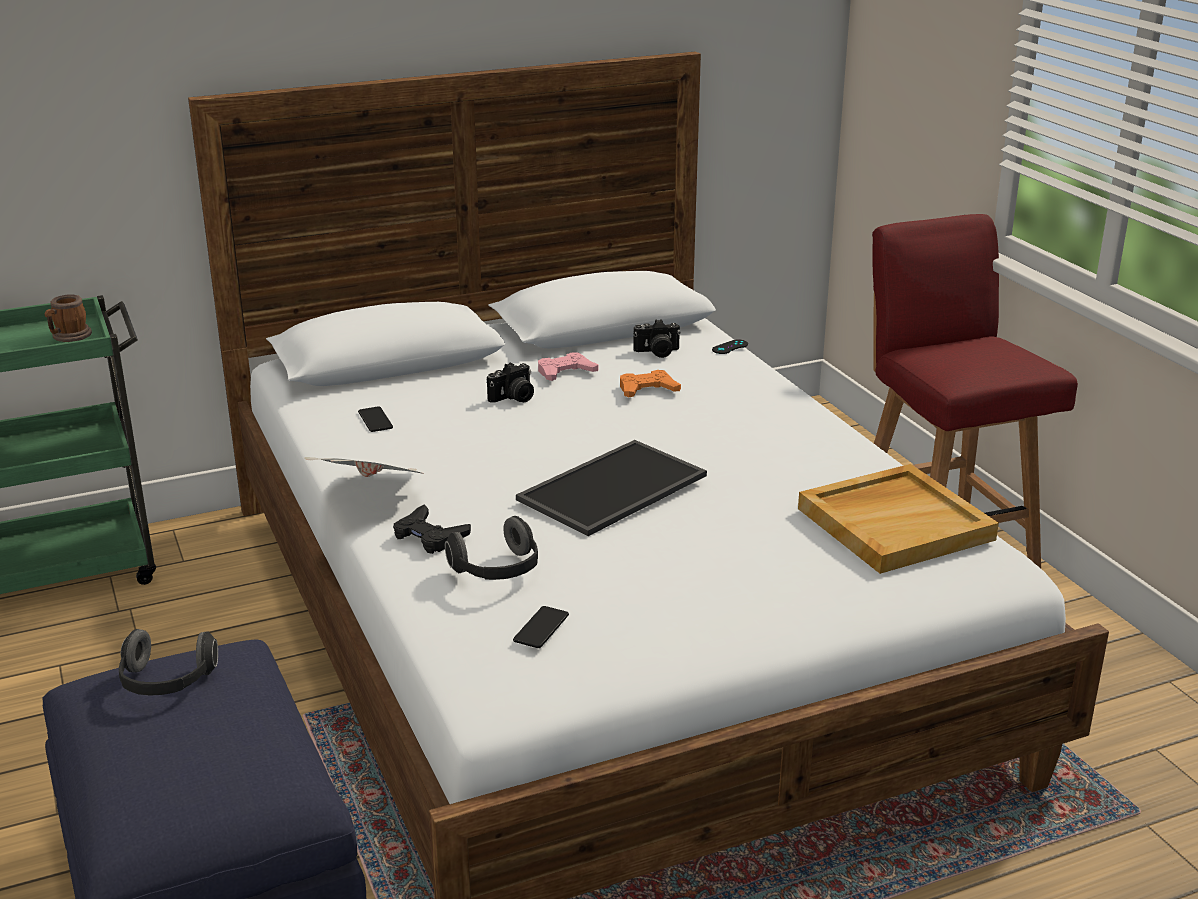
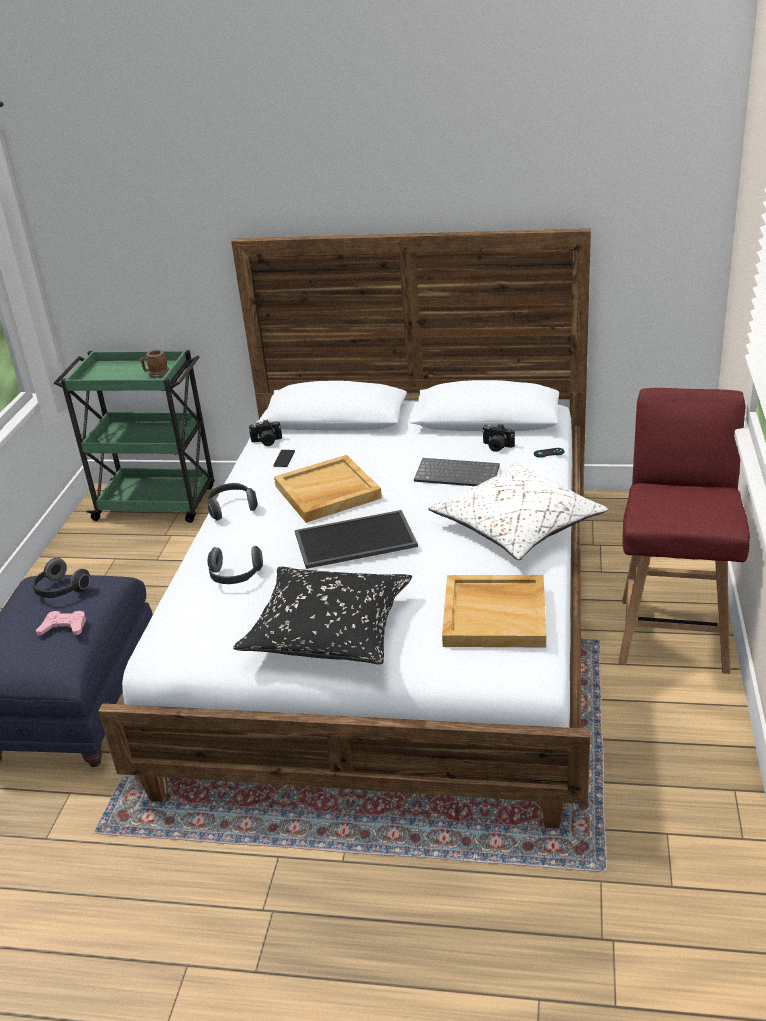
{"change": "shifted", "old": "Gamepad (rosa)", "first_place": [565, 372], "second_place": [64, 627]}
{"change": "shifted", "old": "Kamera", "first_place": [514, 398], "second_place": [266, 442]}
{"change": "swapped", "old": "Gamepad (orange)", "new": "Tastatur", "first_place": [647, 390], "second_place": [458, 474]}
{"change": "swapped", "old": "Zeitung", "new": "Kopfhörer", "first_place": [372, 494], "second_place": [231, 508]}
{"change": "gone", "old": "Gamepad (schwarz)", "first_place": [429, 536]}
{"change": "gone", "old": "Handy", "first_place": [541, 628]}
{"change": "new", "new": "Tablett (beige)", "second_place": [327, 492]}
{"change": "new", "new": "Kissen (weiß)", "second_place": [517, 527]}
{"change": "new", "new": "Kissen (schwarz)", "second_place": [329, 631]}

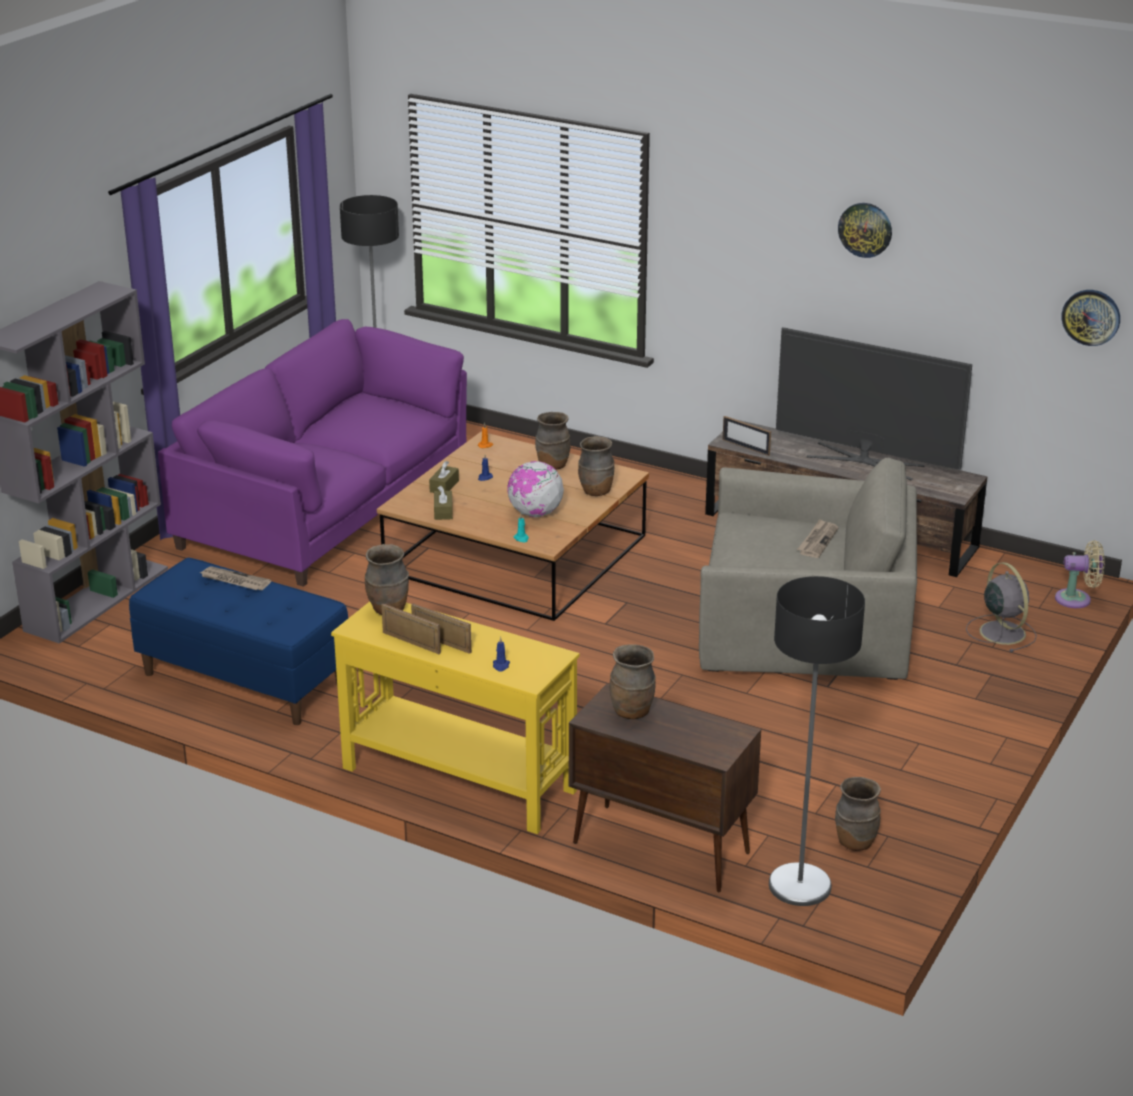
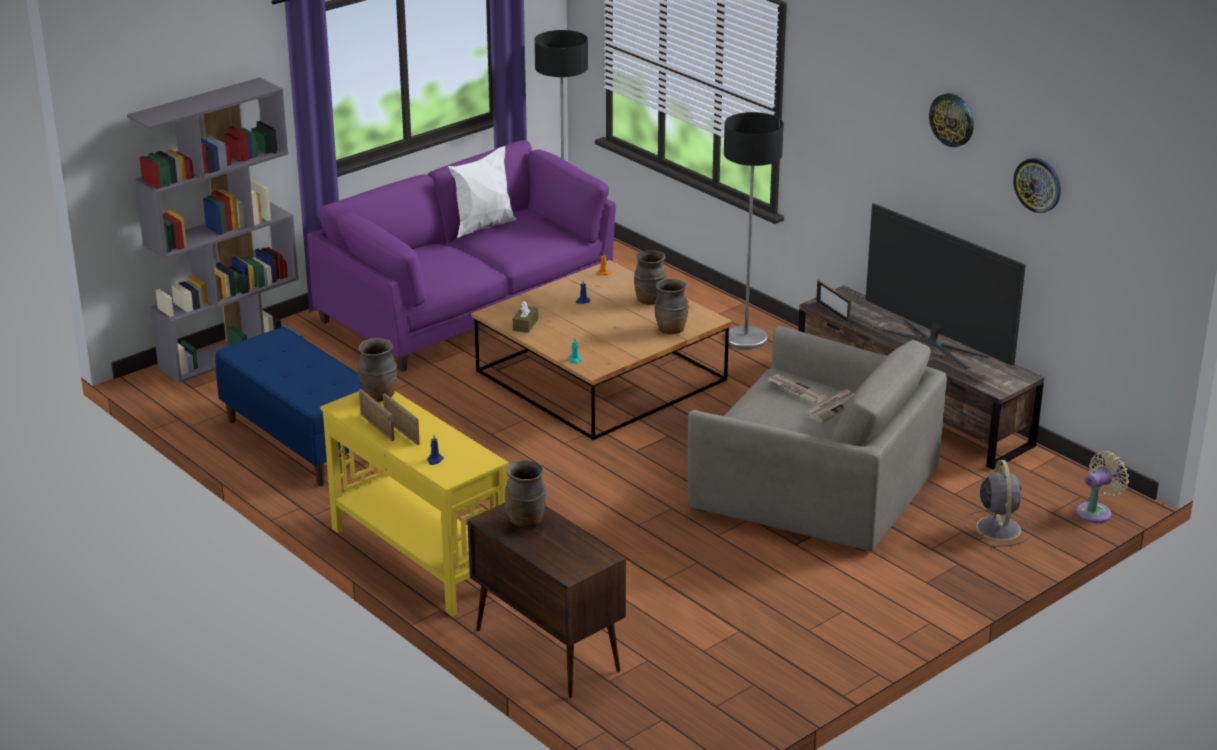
{"change": "shifted", "old": "Wanduhr", "first_place": [1091, 317], "second_place": [1038, 185]}
{"change": "gone", "old": "Taschentuchbox (braun)", "first_place": [444, 486]}
{"change": "gone", "old": "Globus", "first_place": [535, 514]}
{"change": "rotated", "old": "Ventilator (beige)", "first_place": [1077, 599], "second_place": [1096, 512], "degrees": -60}
{"change": "shifted", "old": "Zeitung", "first_place": [234, 581], "second_place": [796, 391]}
{"change": "shifted", "old": "Stehlampe", "first_place": [800, 885], "second_place": [746, 338]}
{"change": "gone", "old": "Vase (braun)", "first_place": [855, 842]}
{"change": "new", "new": "Kissen (weiß)", "second_place": [483, 227]}

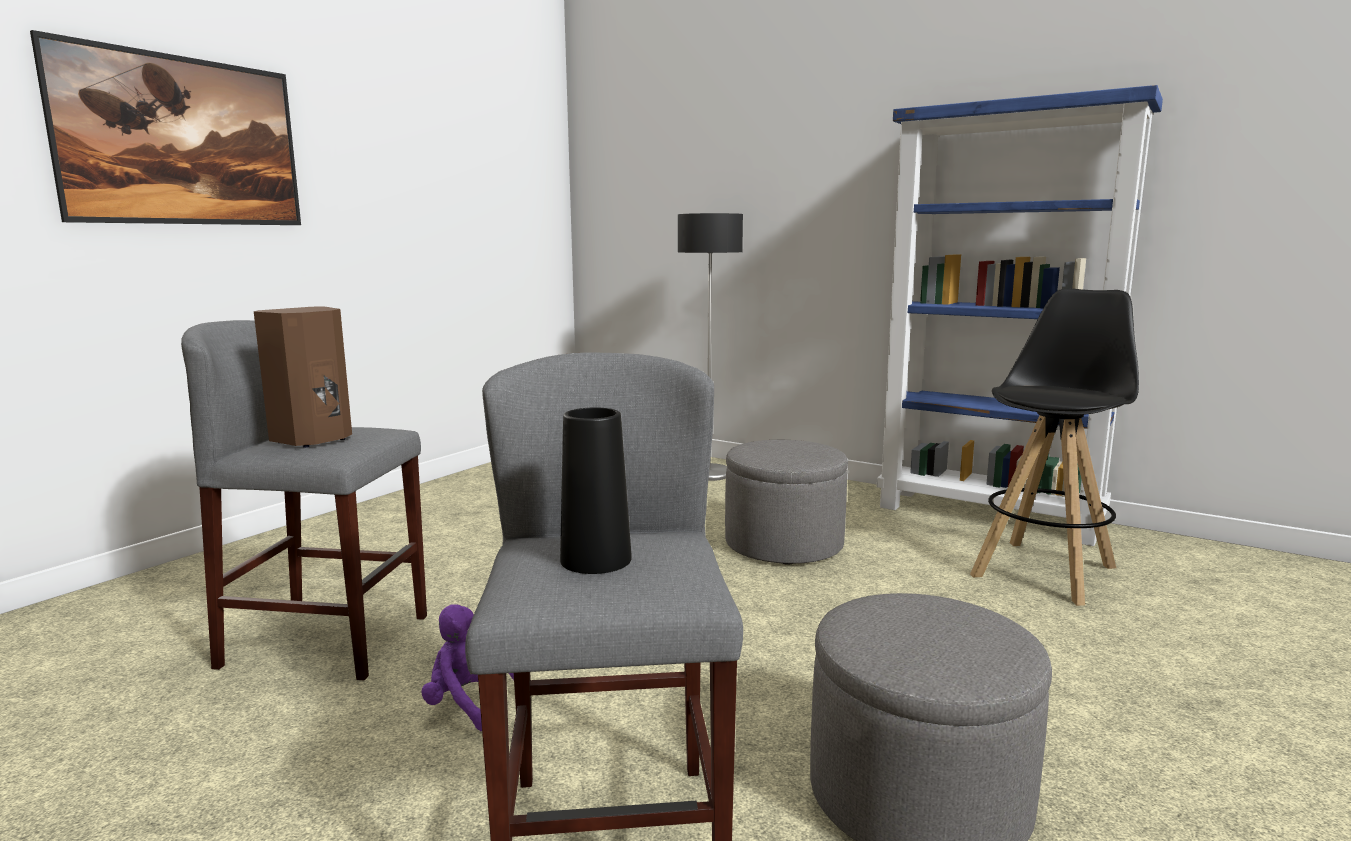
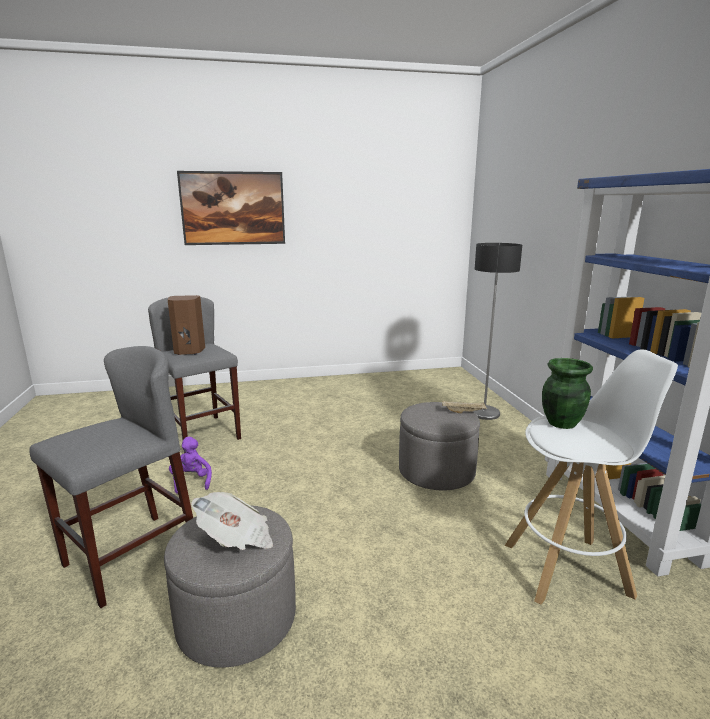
{"change": "repainted", "old": "Hocker (schwarz)", "new": "Hocker (weiß)", "first_place": [1045, 570], "second_place": [568, 569]}
{"change": "gone", "old": "Vase (schwarz)", "first_place": [596, 559]}
{"change": "new", "new": "Vase (grün)", "second_place": [561, 423]}
{"change": "new", "new": "Tablett (beige)", "second_place": [464, 412]}
{"change": "new", "new": "Zeitung", "second_place": [236, 539]}

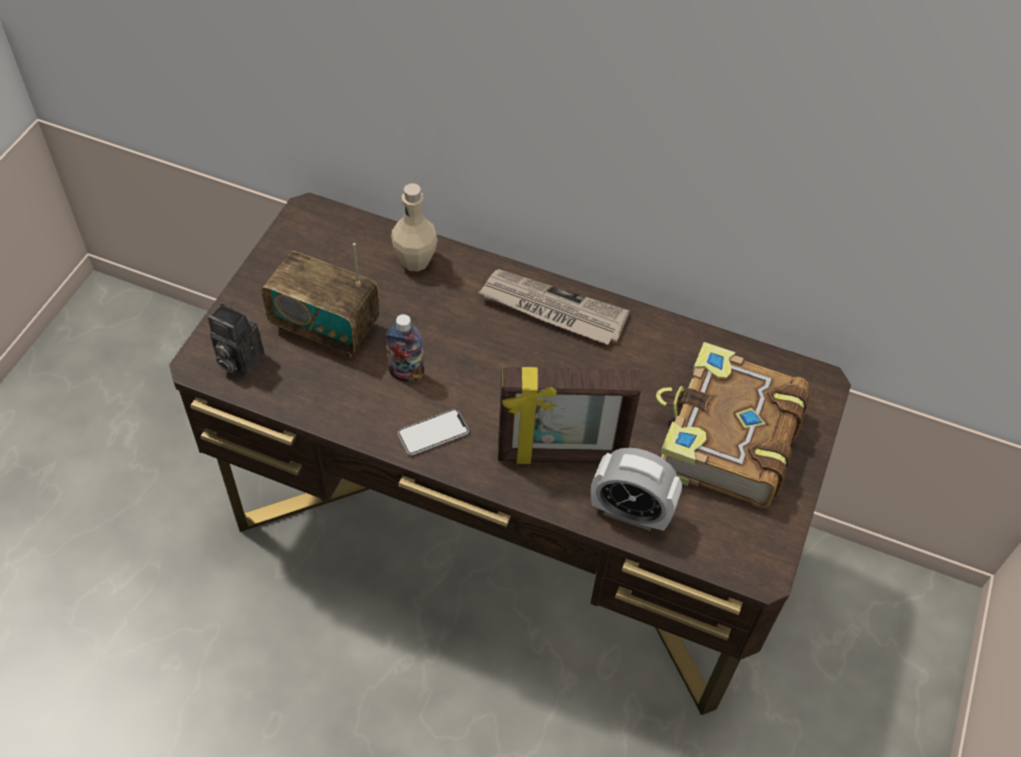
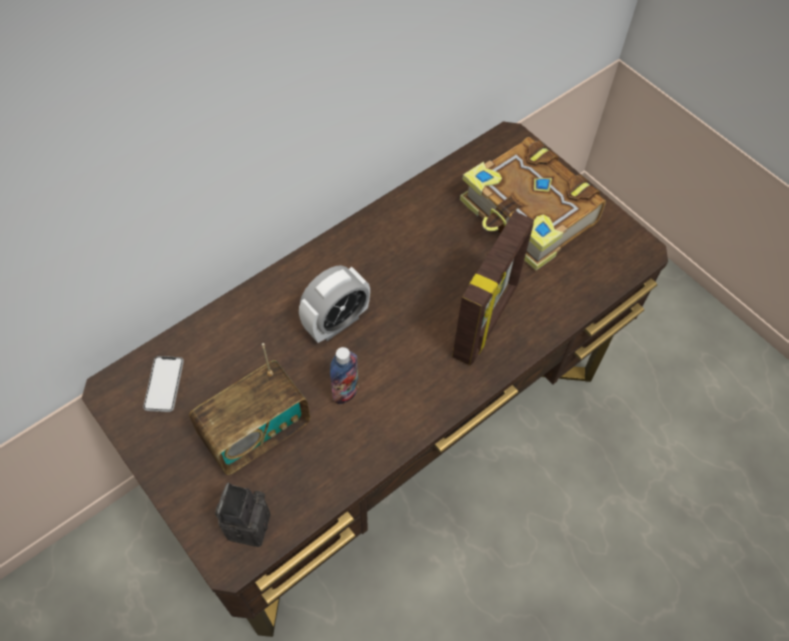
{"change": "gone", "old": "Flasche (beige)", "first_place": [415, 261]}
{"change": "gone", "old": "Zeitung", "first_place": [552, 310]}
{"change": "rotated", "old": "Kamera", "first_place": [237, 360], "second_place": [246, 523], "degrees": 135}
{"change": "shifted", "old": "Handy", "first_place": [433, 433], "second_place": [164, 384]}
{"change": "shifted", "old": "Wecker", "first_place": [630, 512], "second_place": [336, 323]}

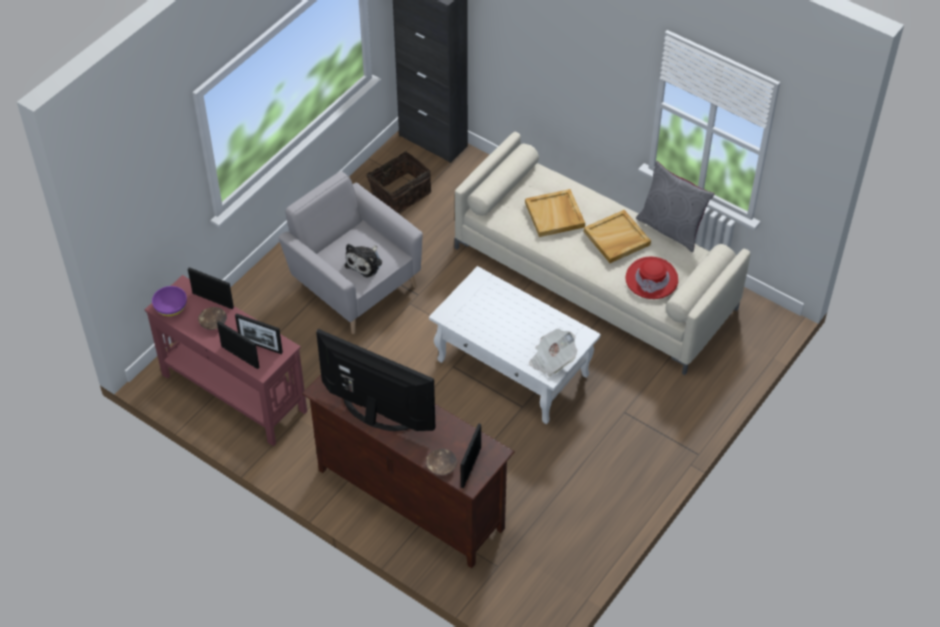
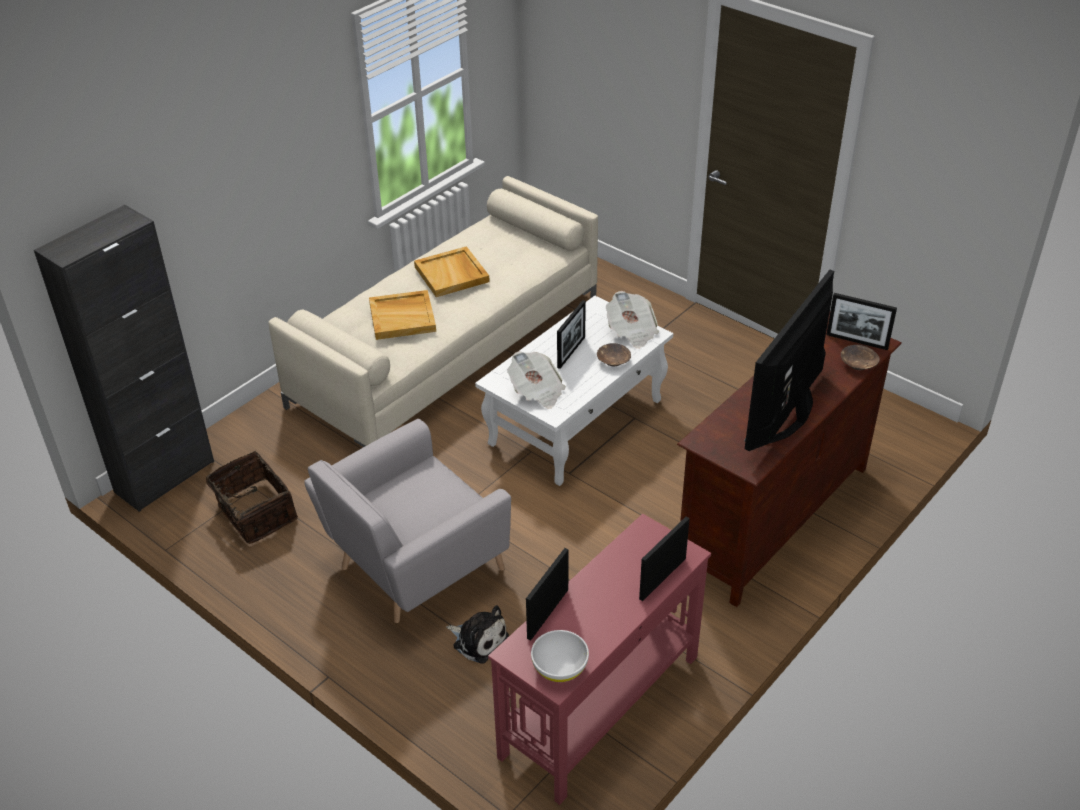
{"change": "gone", "old": "Kissen (grau)", "first_place": [671, 228]}
{"change": "shifted", "old": "Plüschtier", "first_place": [365, 263], "second_place": [478, 639]}
{"change": "gone", "old": "Hut (rot)", "first_place": [651, 279]}
{"change": "repainted", "old": "Schüssel (lila)", "new": "Schüssel (weiß)", "first_place": [171, 308], "second_place": [560, 668]}
{"change": "shifted", "old": "Schüssel (braun)", "first_place": [213, 322], "second_place": [613, 360]}
{"change": "shifted", "old": "Bilderrahmen", "first_place": [260, 345], "second_place": [571, 352]}
{"change": "new", "new": "Zeitung", "second_place": [537, 391]}

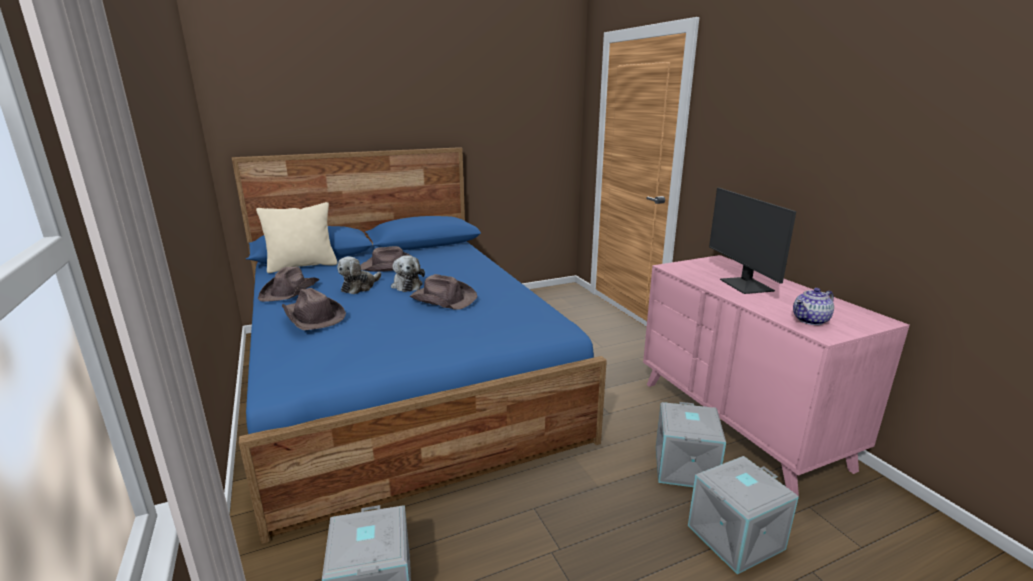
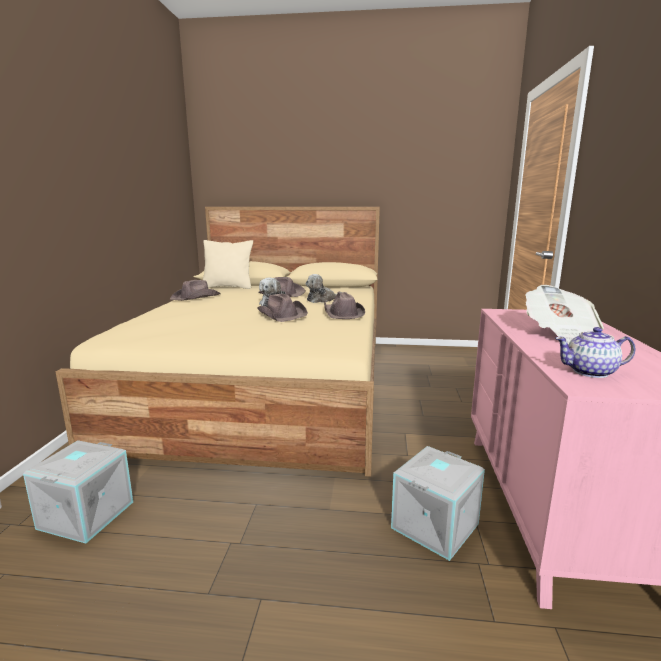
{"change": "repainted", "old": "Bett (blau)", "new": "Bett (beige)", "first_place": [402, 376], "second_place": [268, 384]}
{"change": "swapped", "old": "Monitor", "new": "Zeitung", "first_place": [745, 285], "second_place": [561, 334]}
{"change": "shifted", "old": "Plüschtier", "first_place": [359, 287], "second_place": [322, 300]}
{"change": "shifted", "old": "Hut (braun)", "first_place": [313, 317], "second_place": [342, 313]}
{"change": "gone", "old": "Aufbewahrungsbox (grau)", "first_place": [736, 538]}

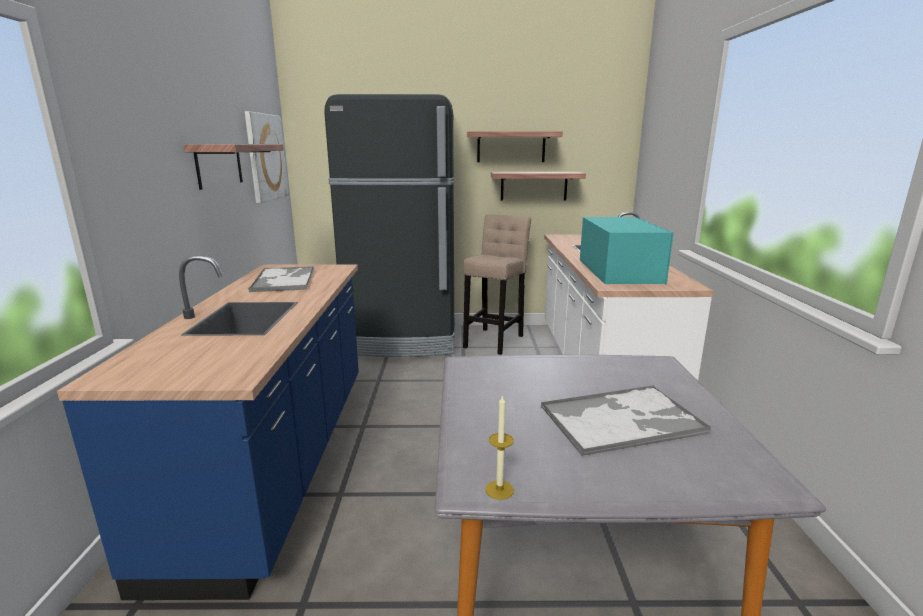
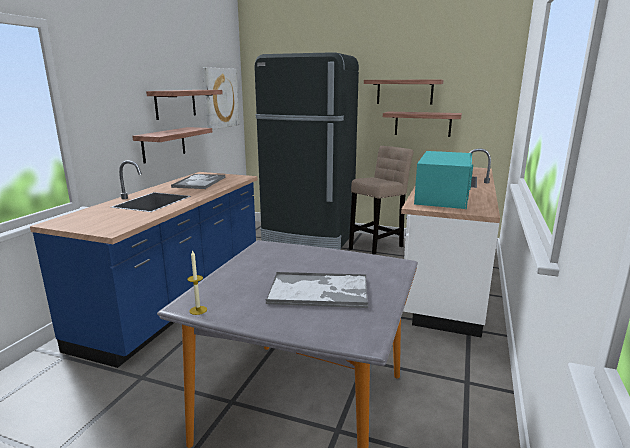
{"change": "new", "new": "Wandregal", "second_place": [163, 144]}

